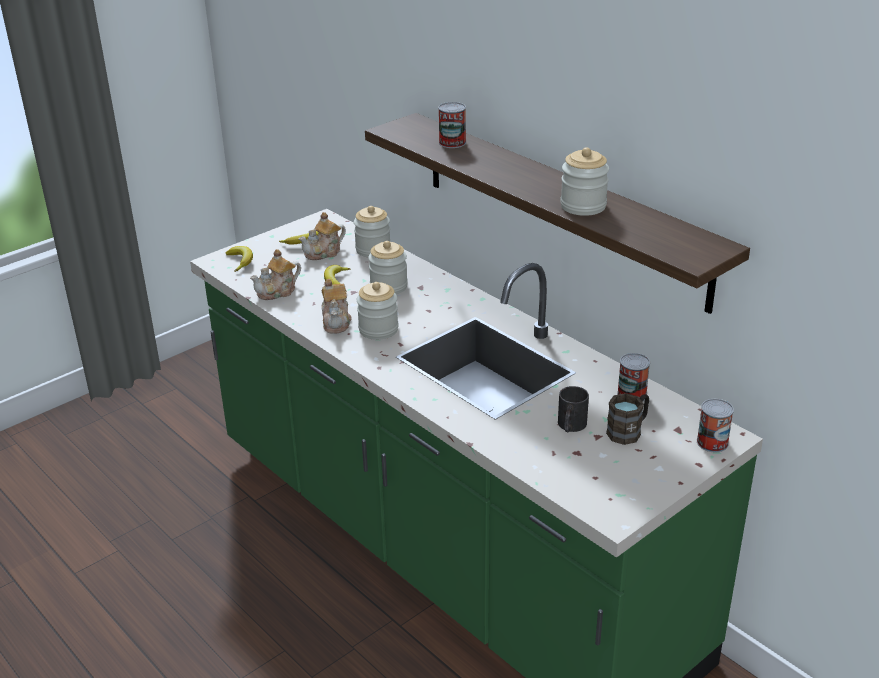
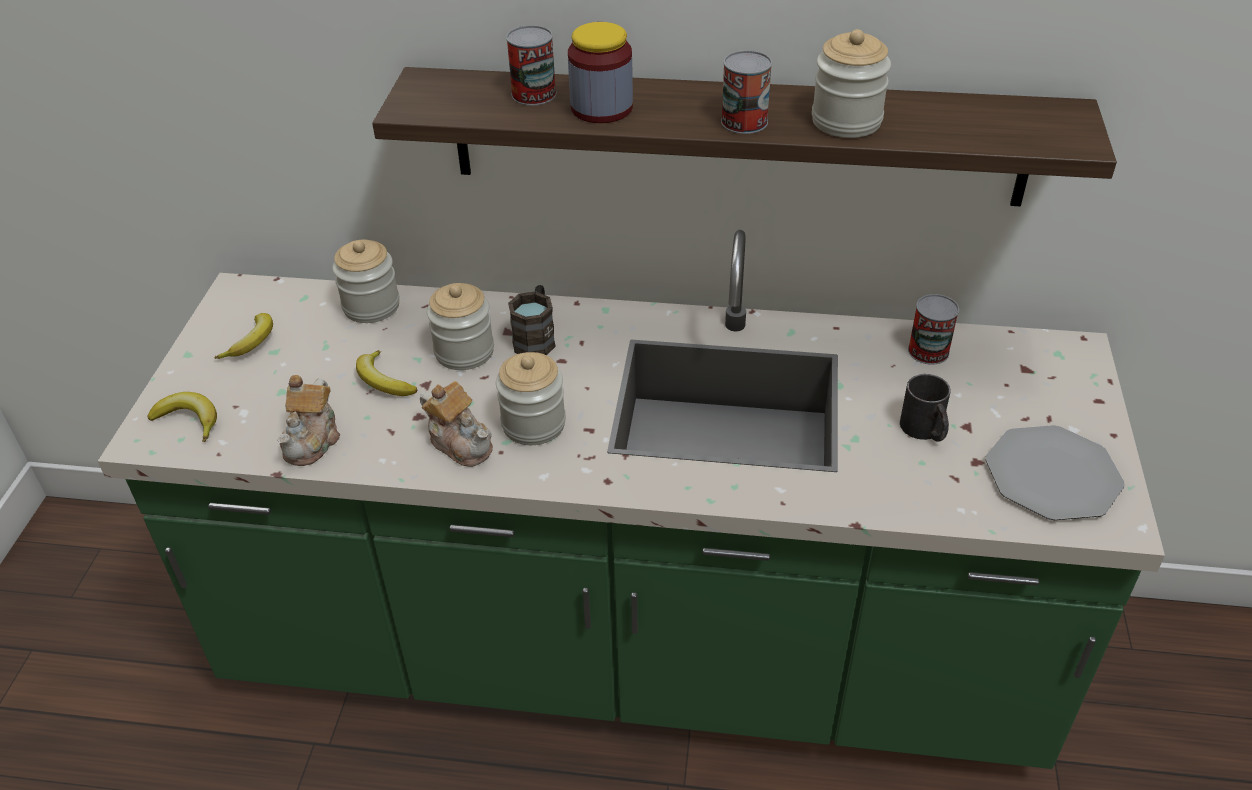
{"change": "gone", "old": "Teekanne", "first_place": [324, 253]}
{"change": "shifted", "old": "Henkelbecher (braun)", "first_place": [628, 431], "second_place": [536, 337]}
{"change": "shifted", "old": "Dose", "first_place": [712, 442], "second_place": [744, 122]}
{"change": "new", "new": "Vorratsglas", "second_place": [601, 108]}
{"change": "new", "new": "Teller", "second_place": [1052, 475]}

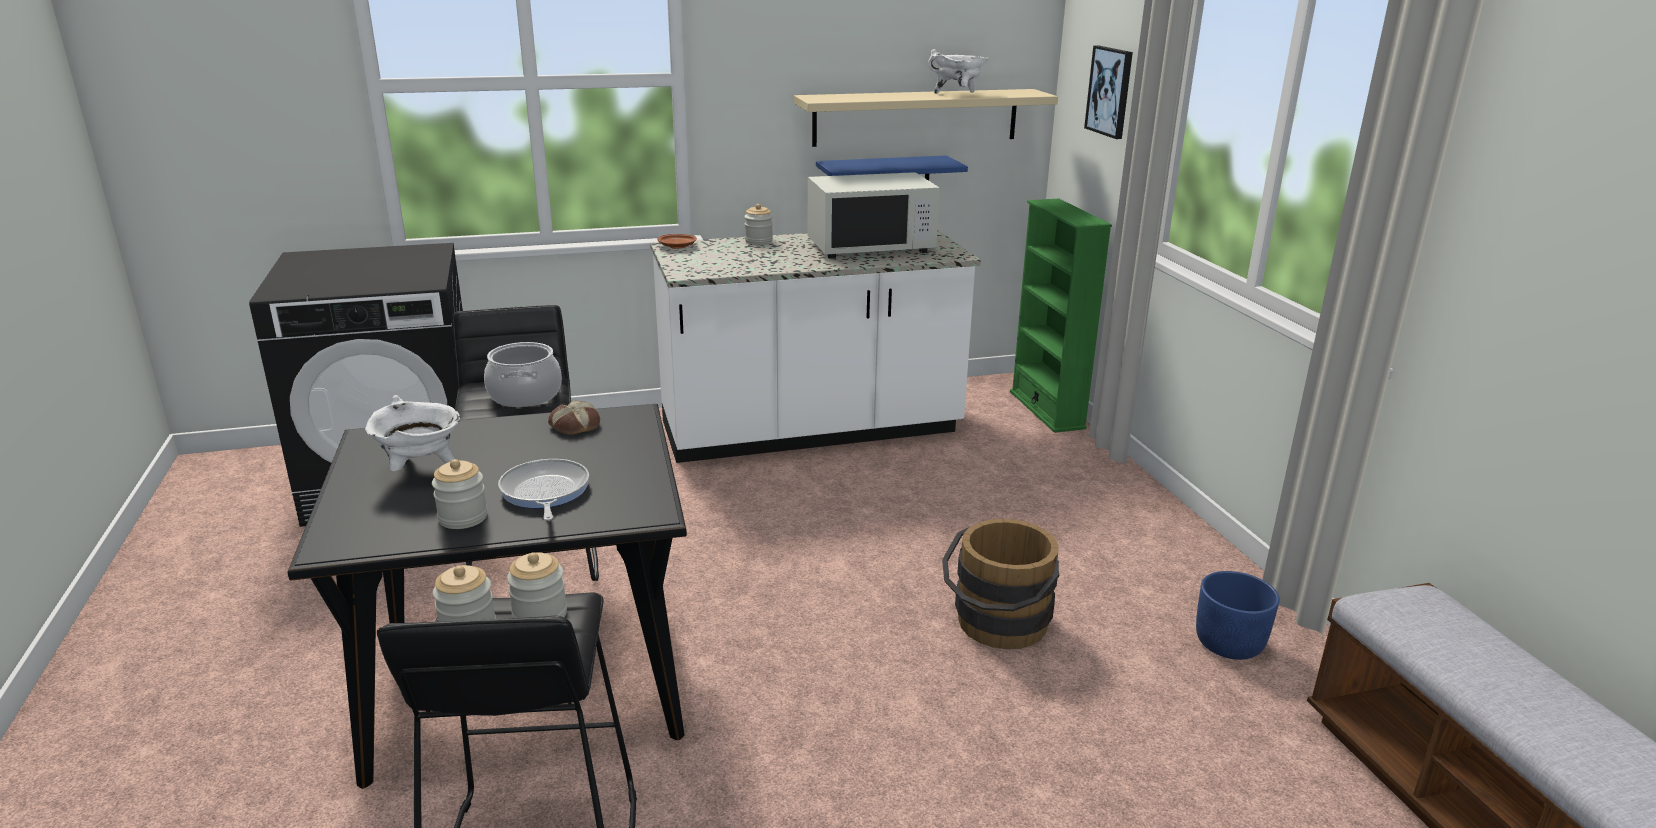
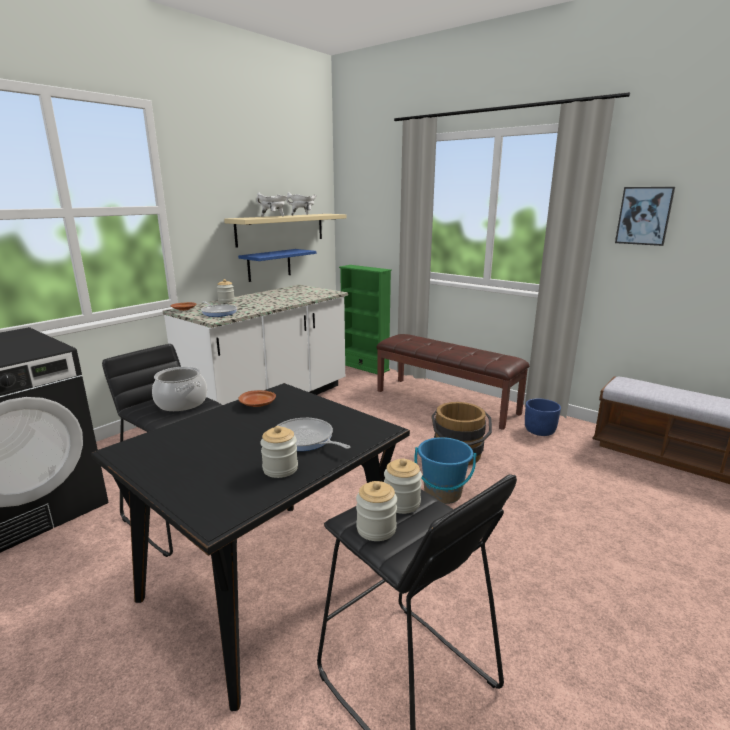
{"change": "shifted", "old": "Bild", "first_place": [1110, 91], "second_place": [644, 216]}
{"change": "gone", "old": "Mikrowelle (weiß)", "first_place": [870, 247]}
{"change": "shifted", "old": "Kochtopf (weiß)", "first_place": [422, 471], "second_place": [273, 216]}
{"change": "swapped", "old": "Brot", "new": "Teller (braun)", "first_place": [574, 425], "second_place": [258, 404]}
{"change": "new", "new": "Pfanne", "second_place": [218, 312]}
{"change": "new", "new": "Bank (braun)", "second_place": [446, 401]}
{"change": "new", "new": "Eimer (blau)", "second_place": [442, 493]}

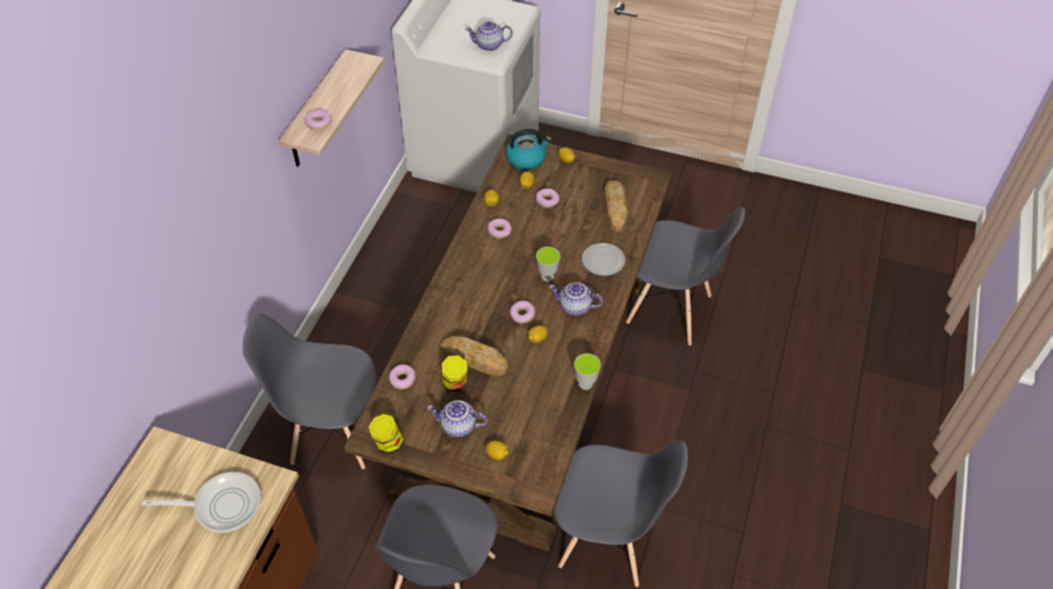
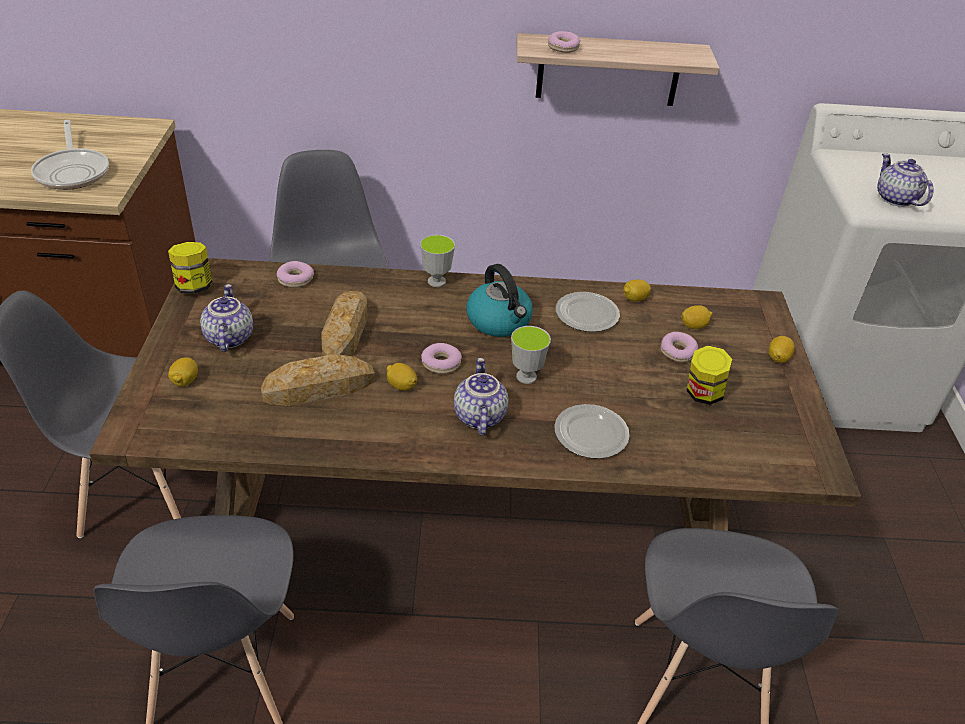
{"change": "shifted", "old": "Wasserkessel", "first_place": [526, 159], "second_place": [499, 321]}
{"change": "shifted", "old": "Brot", "first_place": [615, 207], "second_place": [319, 388]}
{"change": "swapped", "old": "Donut", "new": "Teller", "first_place": [499, 231], "second_place": [586, 315]}
{"change": "shifted", "old": "Tasse", "first_place": [585, 384], "second_place": [436, 281]}
{"change": "shifted", "old": "Vorratsglas", "first_place": [455, 383], "second_place": [703, 394]}

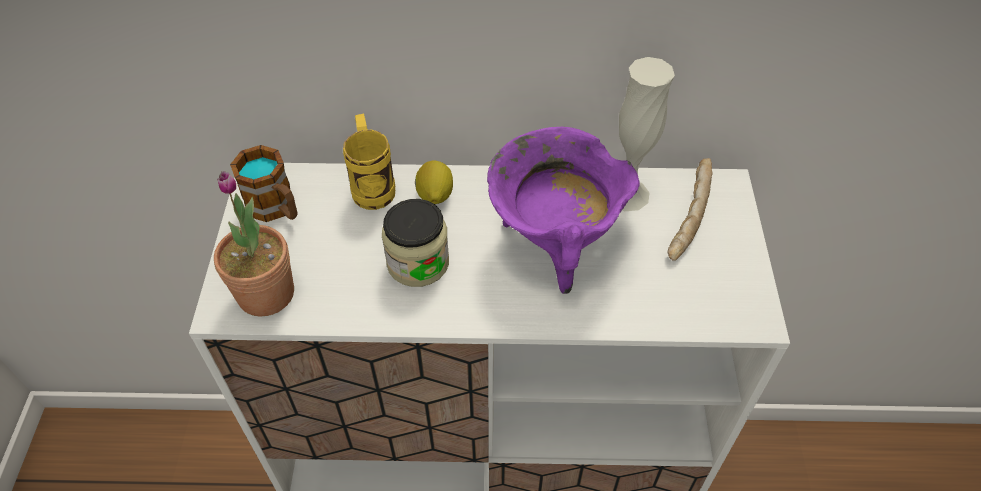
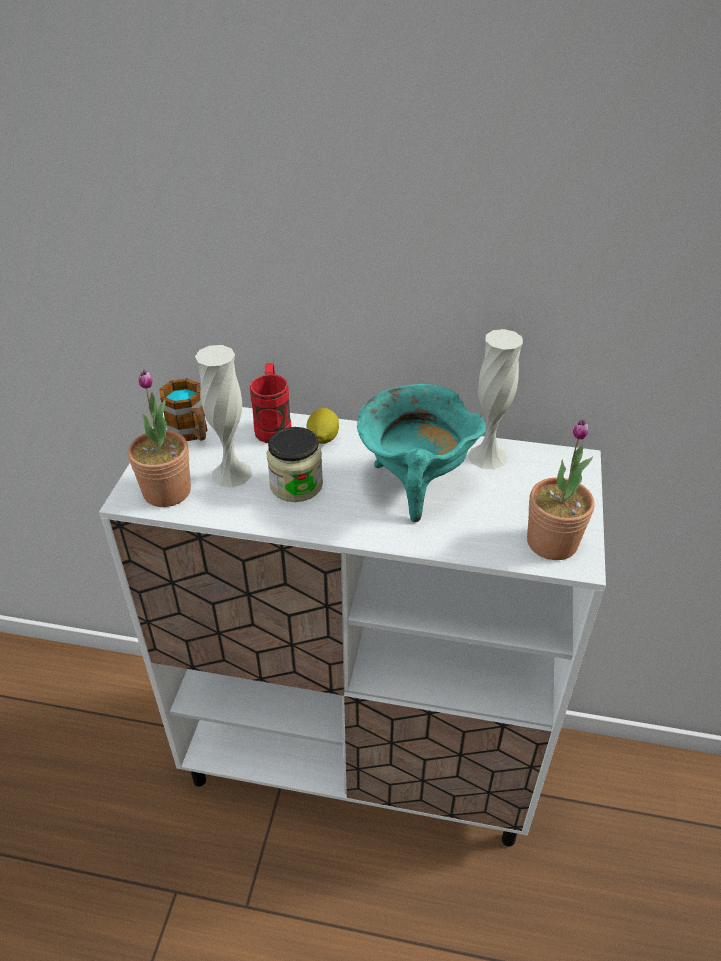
{"change": "repainted", "old": "Henkelbecher (gelb)", "new": "Henkelbecher (rot)", "first_place": [372, 185], "second_place": [273, 425]}
{"change": "repainted", "old": "Kochtopf (lila)", "new": "Kochtopf (türkis)", "first_place": [554, 244], "second_place": [415, 486]}
{"change": "gone", "old": "Brot", "first_place": [687, 216]}
{"change": "new", "new": "Vase (weiß)", "second_place": [231, 474]}
{"change": "new", "new": "Topfpflanze", "second_place": [552, 542]}

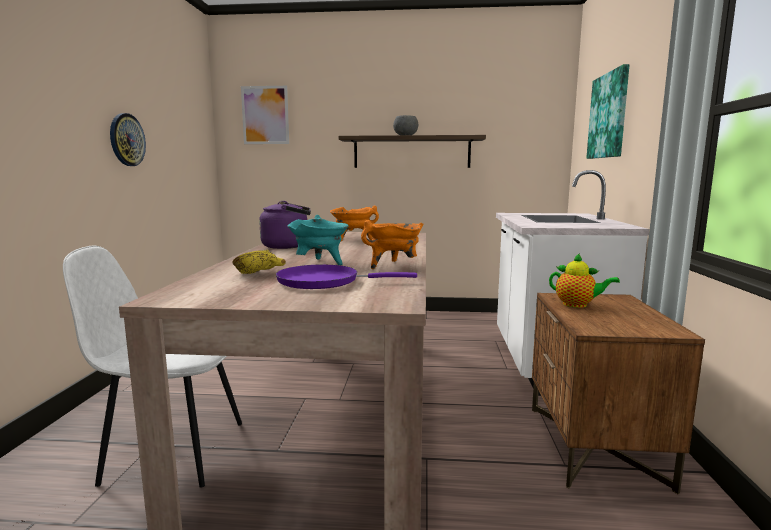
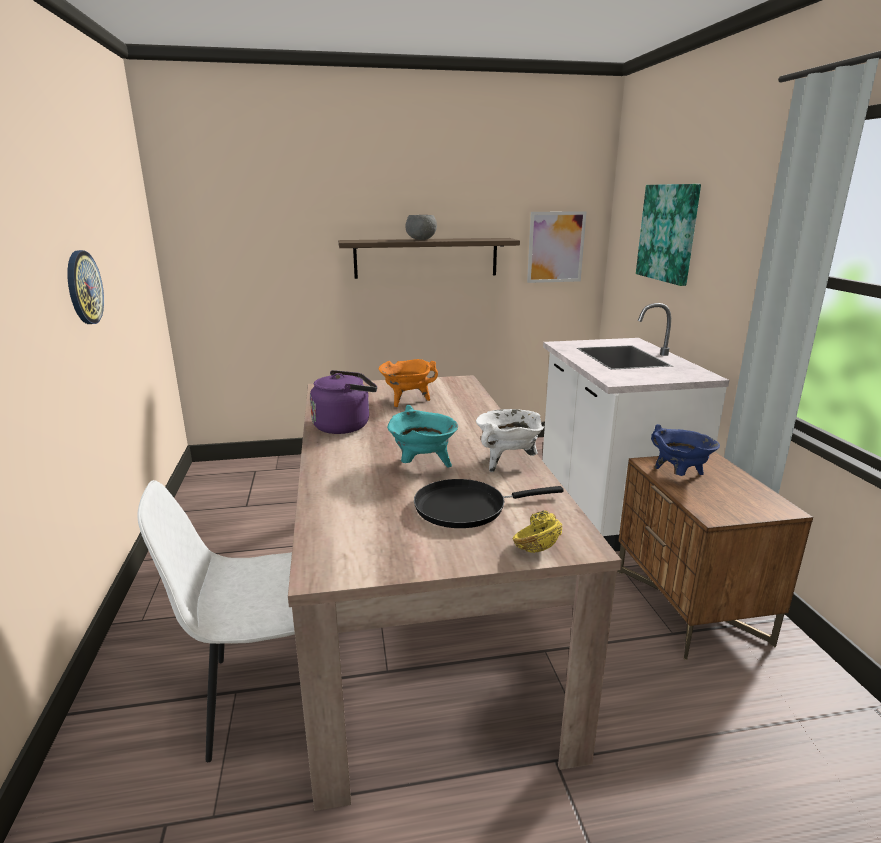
{"change": "shifted", "old": "Bild", "first_place": [265, 115], "second_place": [556, 247]}
{"change": "repainted", "old": "Kochtopf (orange)", "new": "Kochtopf (weiß)", "first_place": [393, 266], "second_place": [508, 462]}
{"change": "shifted", "old": "Schüssel (gelb)", "first_place": [260, 272], "second_place": [538, 541]}
{"change": "swapped", "old": "Teekanne", "new": "Kochtopf (blau)", "first_place": [577, 305], "second_place": [679, 476]}
{"change": "repainted", "old": "Pfanne (lila)", "new": "Pfanne (schwarz)", "first_place": [324, 282], "second_place": [466, 508]}

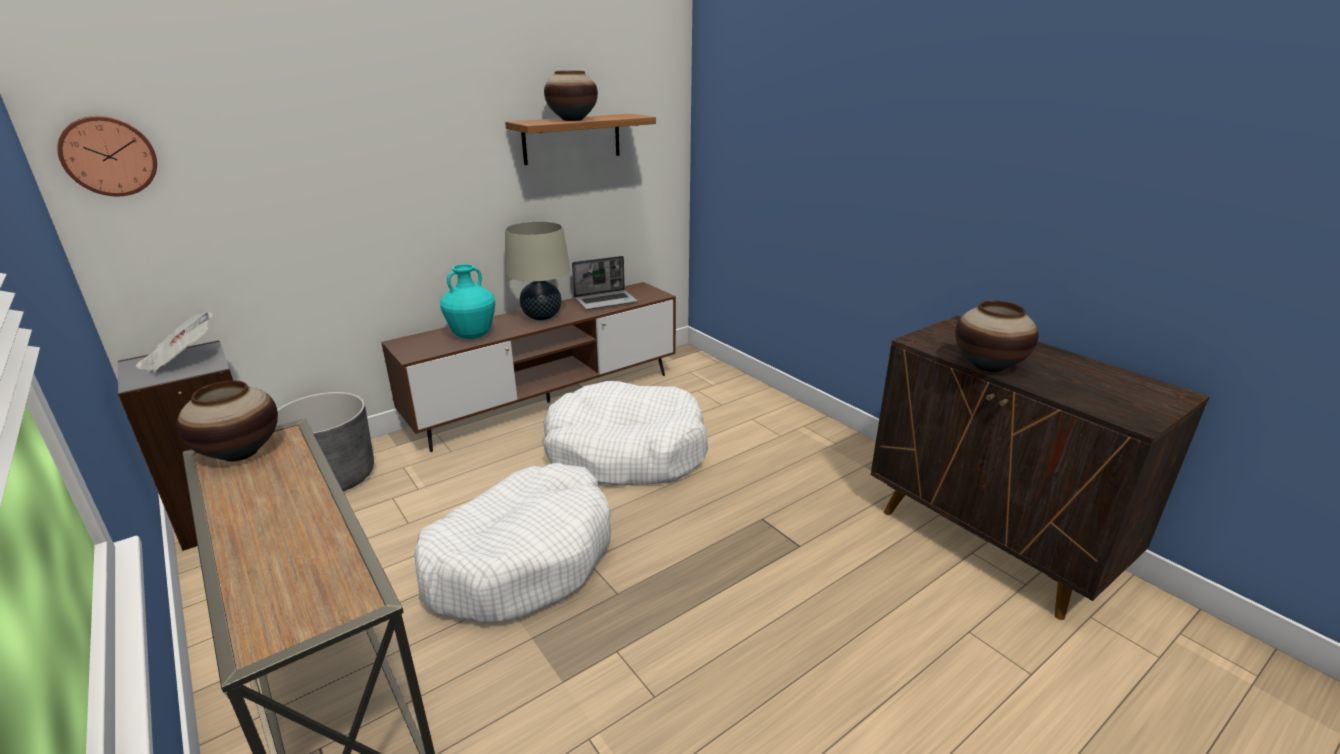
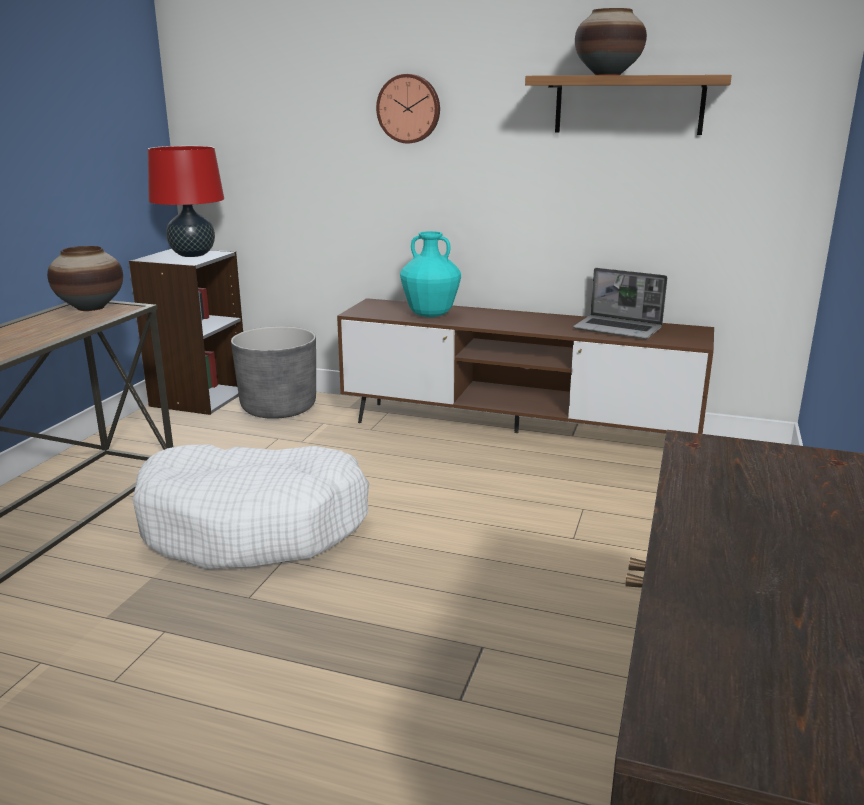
{"change": "shifted", "old": "Wanduhr", "first_place": [109, 156], "second_place": [409, 109]}
{"change": "gone", "old": "Tischlampe (beige)", "first_place": [542, 316]}
{"change": "gone", "old": "Vase", "first_place": [987, 366]}
{"change": "swapped", "old": "Zeitung", "new": "Tischlampe (rot)", "first_place": [180, 360], "second_place": [192, 255]}
{"change": "gone", "old": "Hundebett (weiß)", "first_place": [626, 452]}

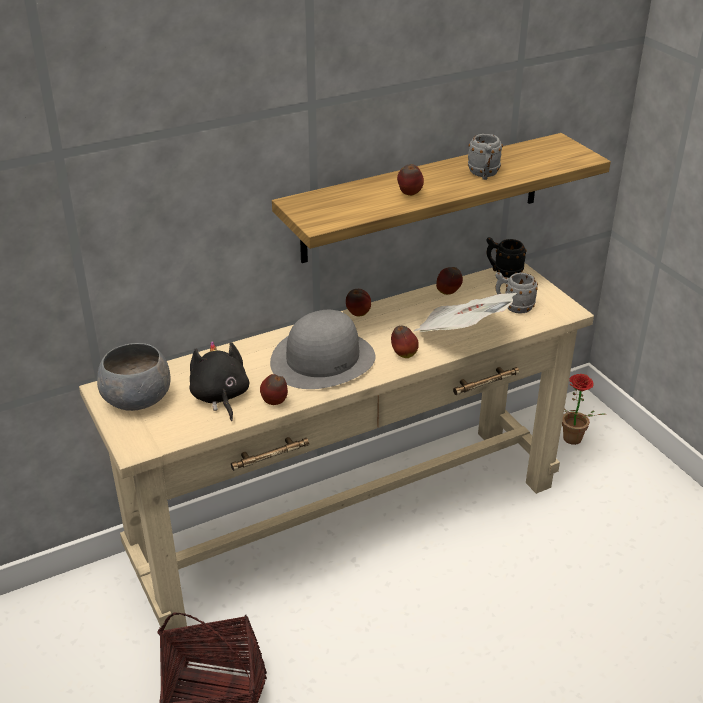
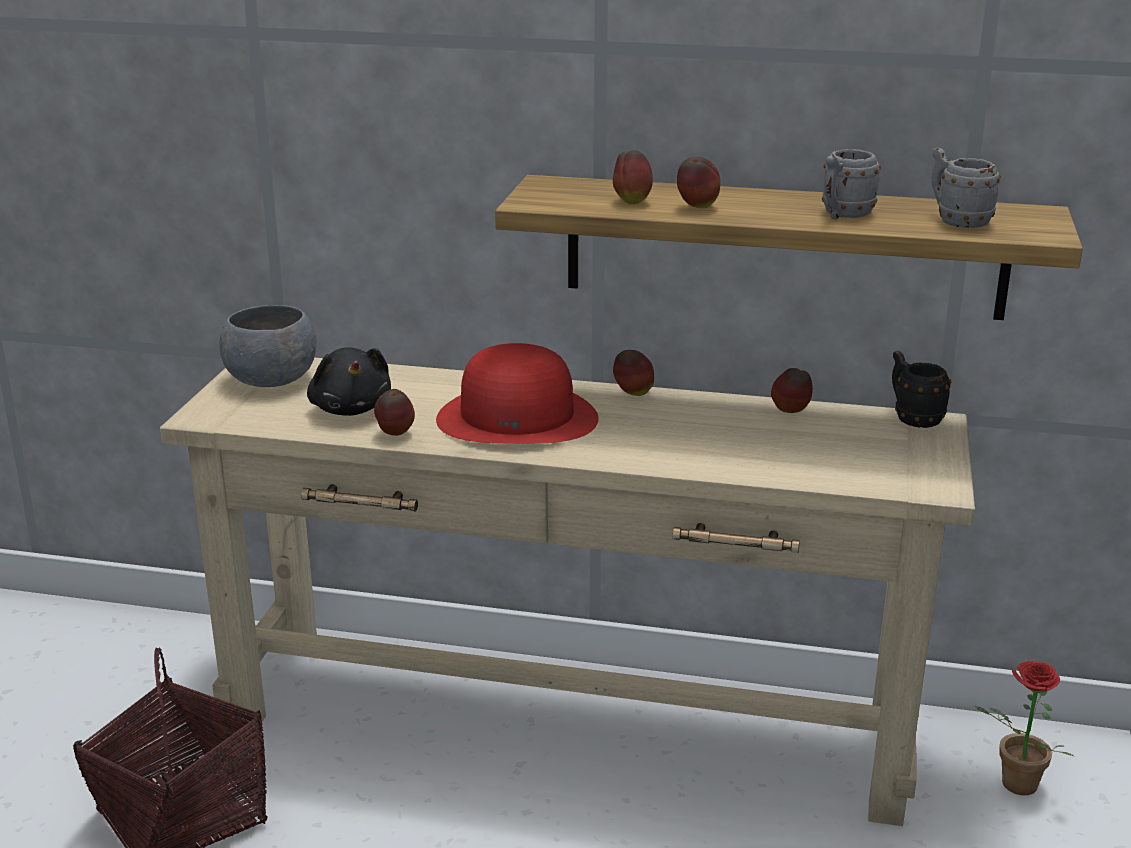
{"change": "shifted", "old": "Henkelbecher (grau)", "first_place": [513, 307], "second_place": [956, 221]}
{"change": "gone", "old": "Zeitung", "first_place": [462, 334]}
{"change": "repainted", "old": "Hut (grau)", "new": "Hut (rot)", "first_place": [323, 359], "second_place": [518, 418]}
{"change": "shifted", "old": "Apfel", "first_place": [403, 355], "second_place": [632, 201]}
{"change": "rotated", "old": "Plüschtier (schwarz)", "first_place": [220, 397], "second_place": [351, 408], "degrees": 135}

